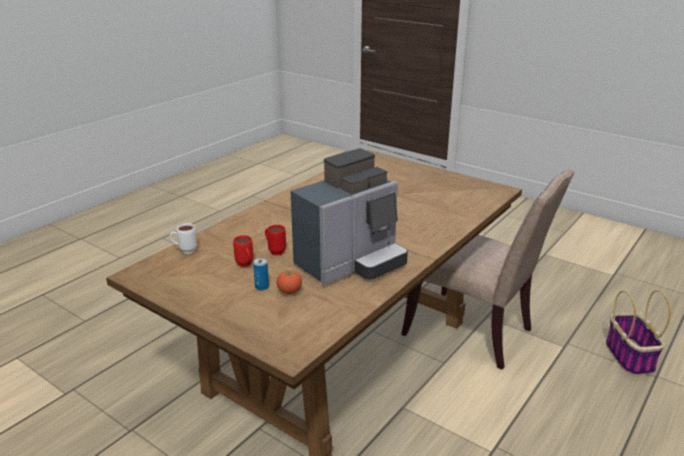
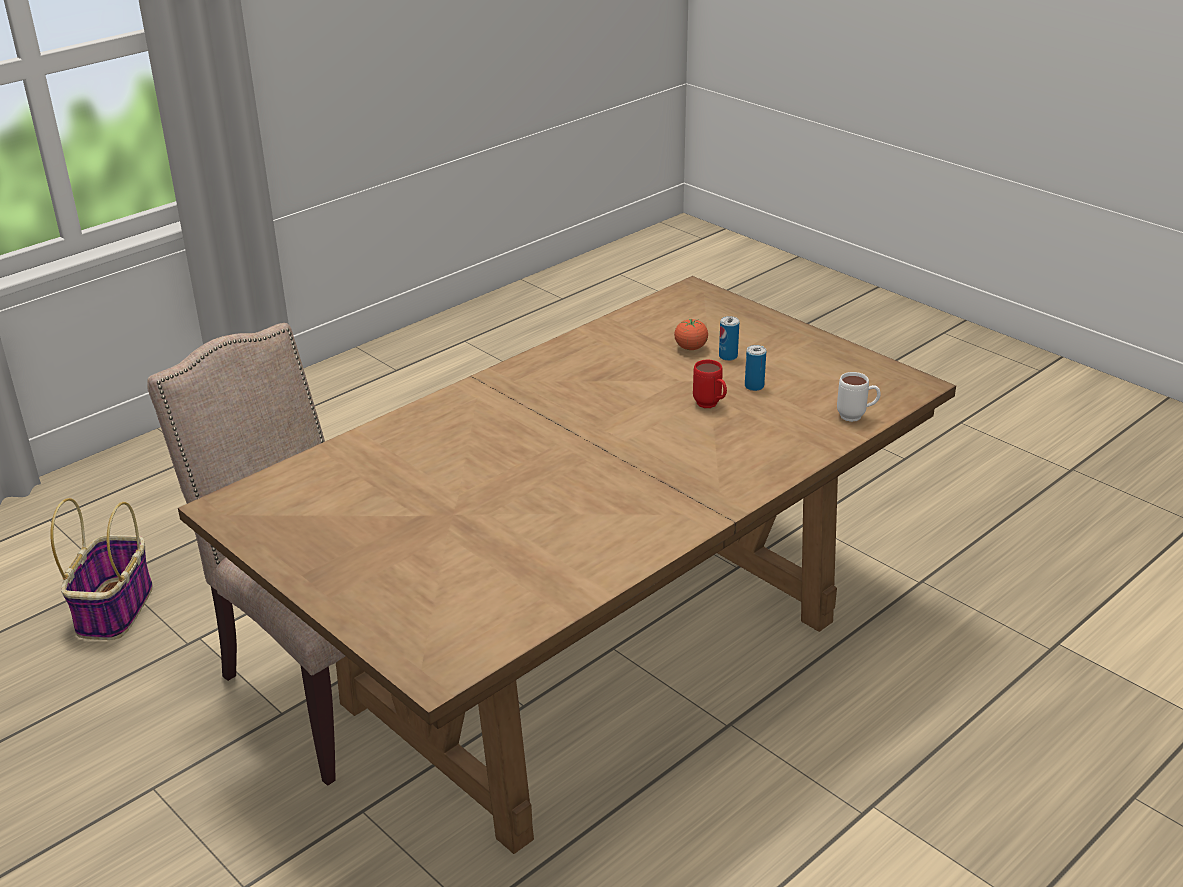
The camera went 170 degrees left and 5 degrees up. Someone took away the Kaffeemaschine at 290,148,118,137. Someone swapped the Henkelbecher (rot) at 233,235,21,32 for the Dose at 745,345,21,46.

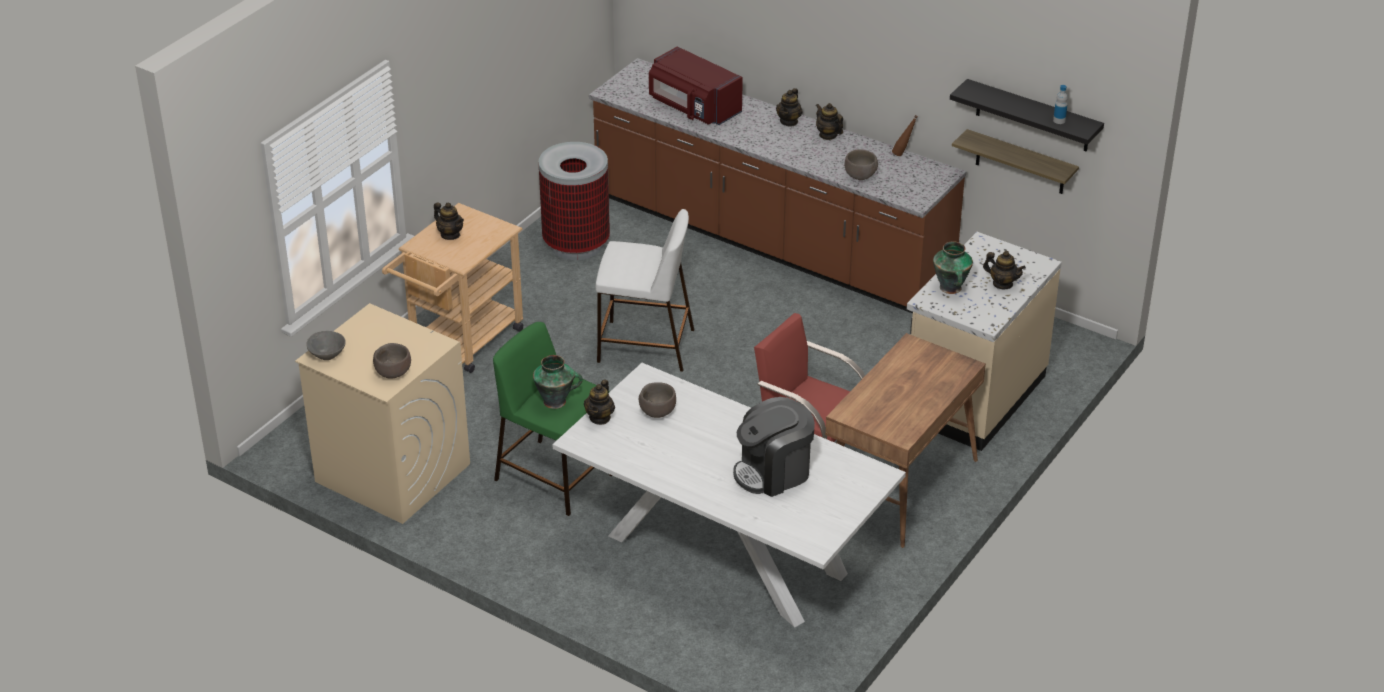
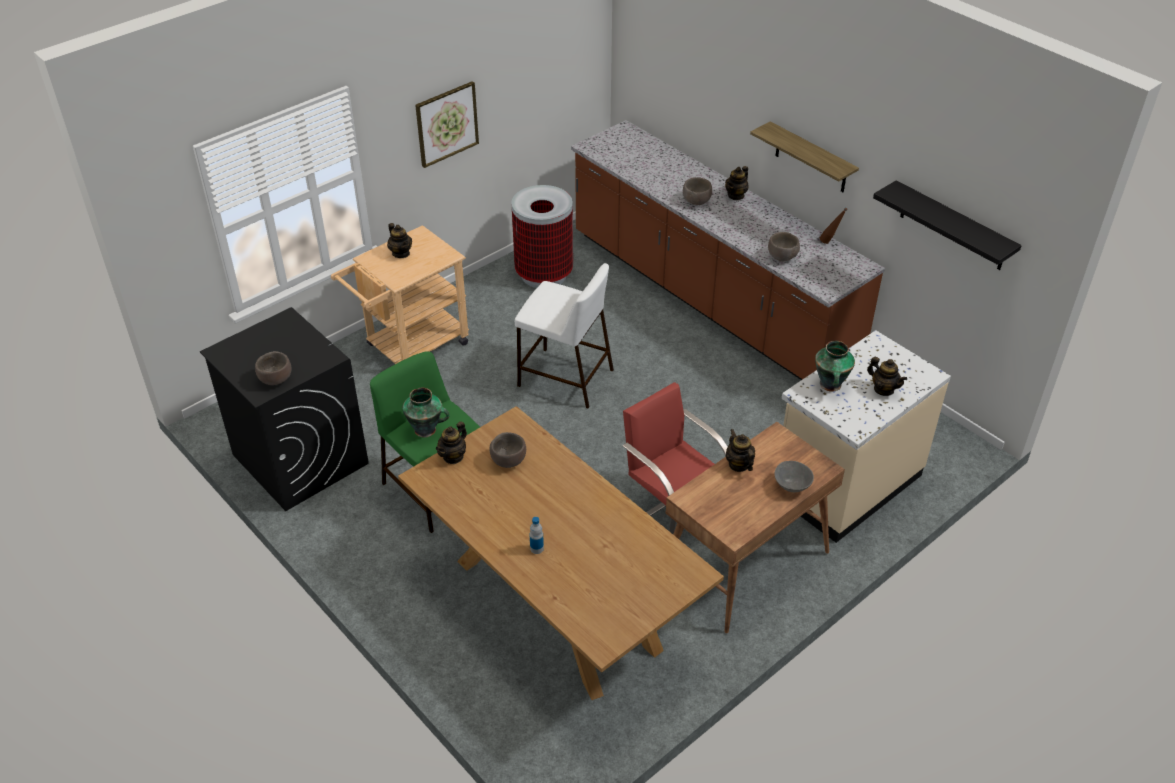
The camera went 15 degrees right and 5 degrees up. Someone took away the Mikrowelle (rot) at 649,46,94,79. Someone took away the Kaffeemaschine at 733,397,82,100. Someone put up the Bild at 415,81,64,87. Someone put down the Schüssel (braun) at 683,177,29,28. Someone carried the Schüssel (grau) from 306,331,40,29 to 775,461,39,31. Someone carried the Teekanne from 816,103,27,37 to 726,429,29,43. Someone carried the Wandregal from 952,129,127,65 to 750,121,109,71. Someone carried the Flasche from 1053,85,15,39 to 529,517,15,37. Someone repainted the Waschmaschine (beige) at 295,303,175,221, which became the Waschmaschine (schwarz) at 200,307,169,204. Someone repainted the Esstisch (weiß) at 553,363,353,264, which became the Esstisch (braun) at 398,406,326,294.

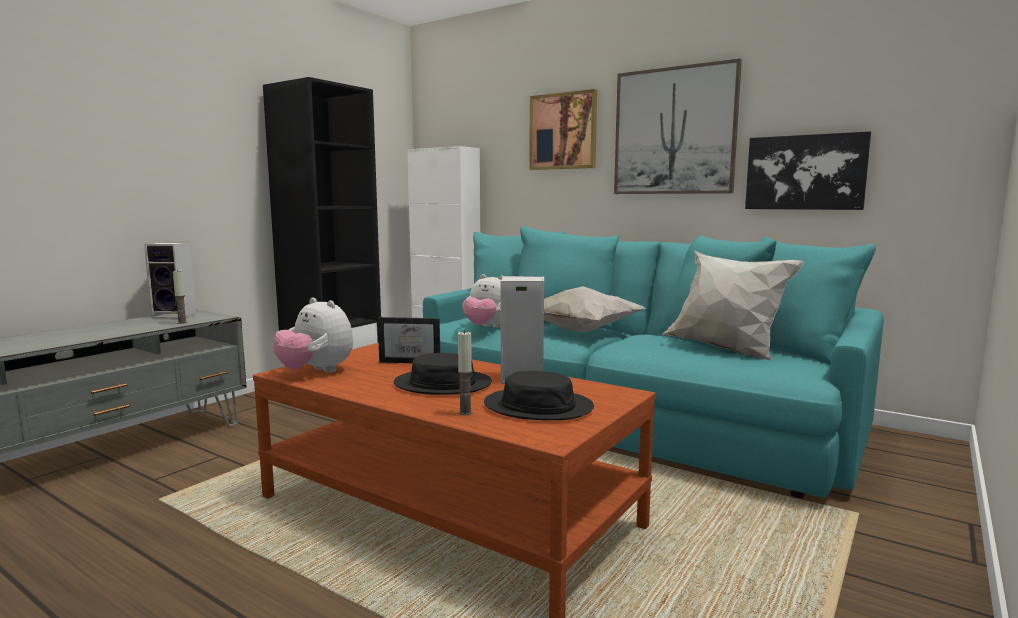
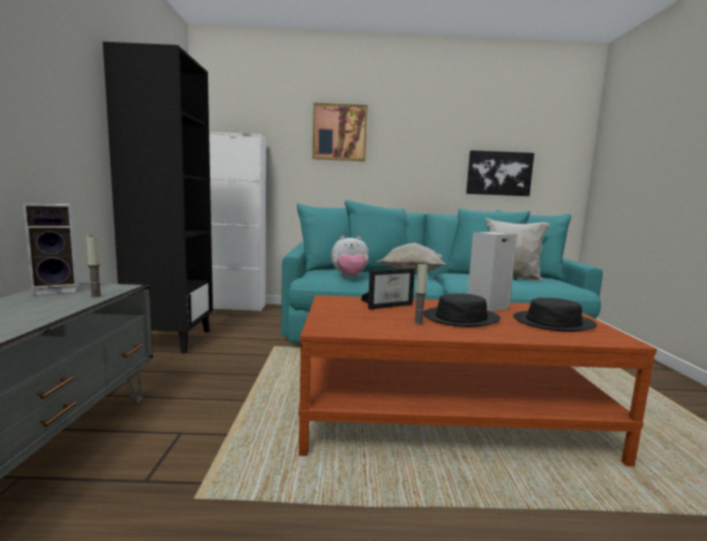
The camera went 35 degrees left and 0 degrees up. Someone took away the Plüschtier at 273,298,80,74. Someone took away the Bild at 614,58,128,136. Someone carried the Kerze from 458,331,15,84 to 413,264,15,61.

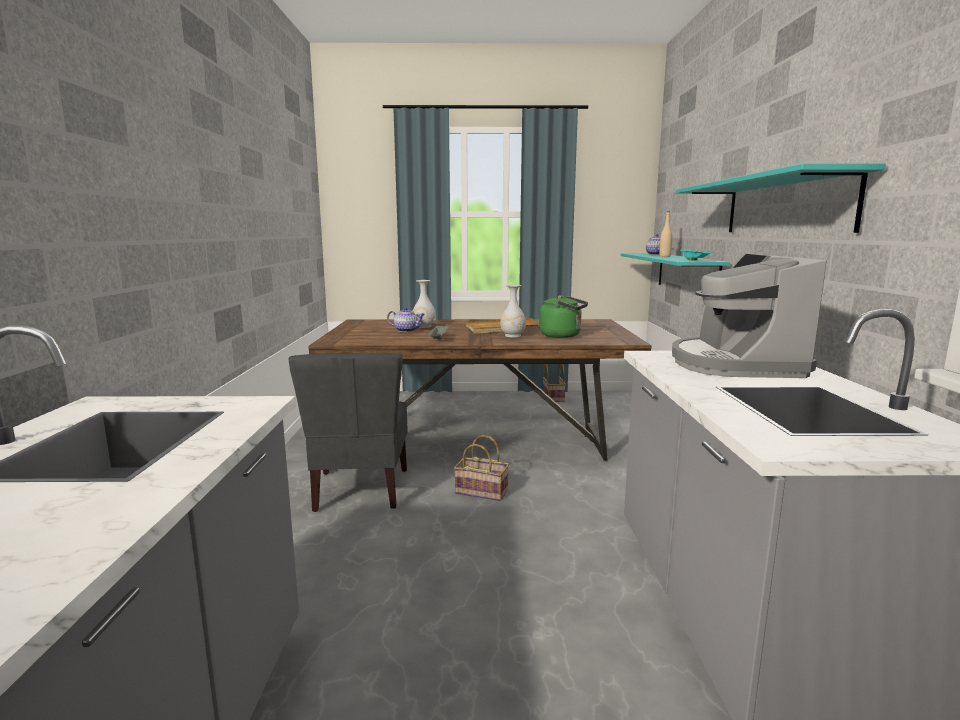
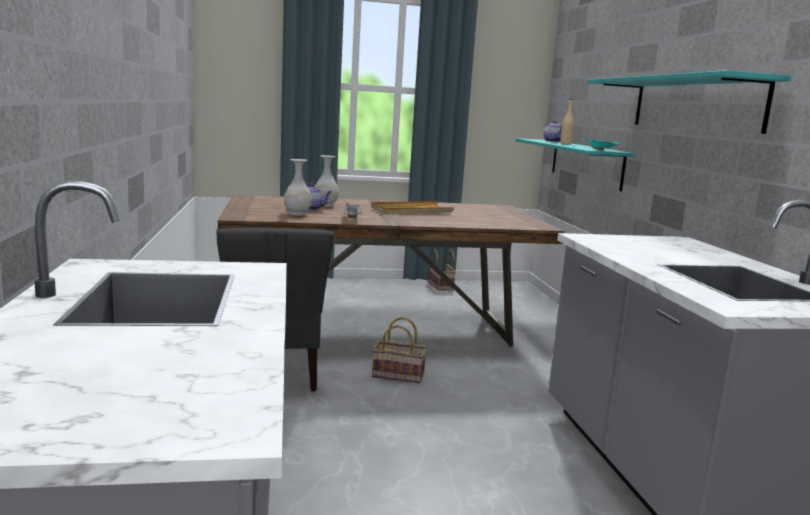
The camera went 10 degrees left and 0 degrees up. Someone took away the Wasserkessel (grün) at 539,295,49,43. Someone took away the Kaffeemaschine at 672,254,154,124. Someone carried the Vase (weiß) from 500,285,26,53 to 284,159,28,56.

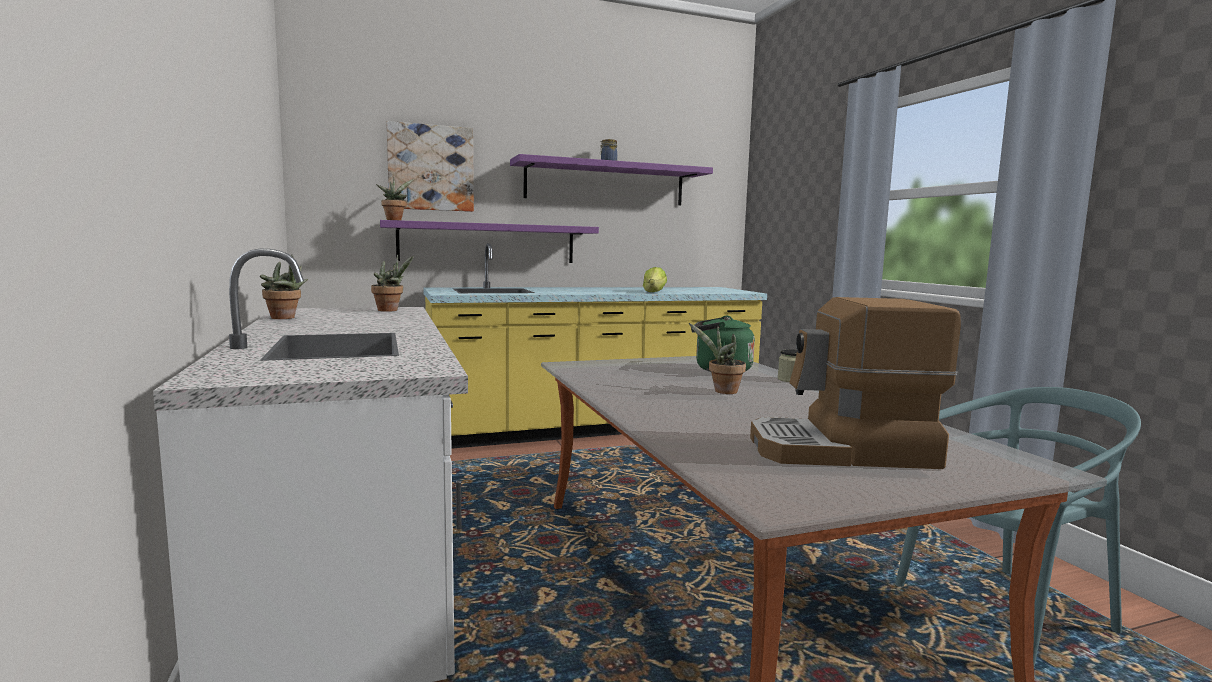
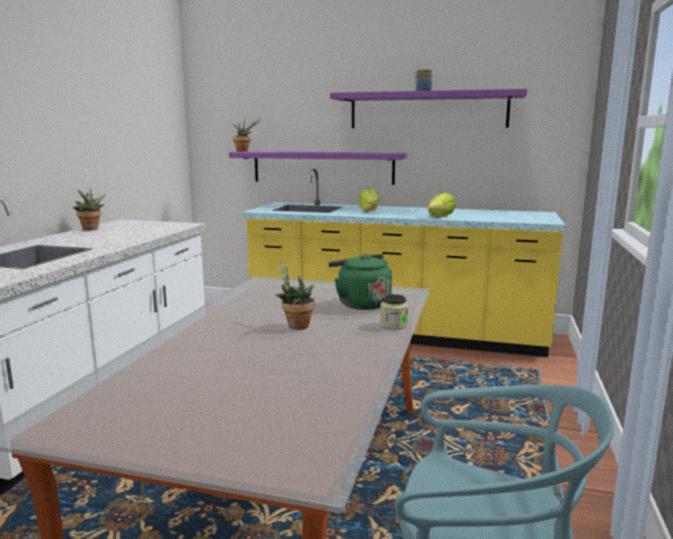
The camera went 35 degrees right and 5 degrees up. Someone took away the Topfpflanze at 371,254,43,58. Someone took away the Bild at 386,121,88,91. Someone took away the Kaffeemaschine at 750,297,211,172. Someone put down the Salatkopf at 359,188,21,23.

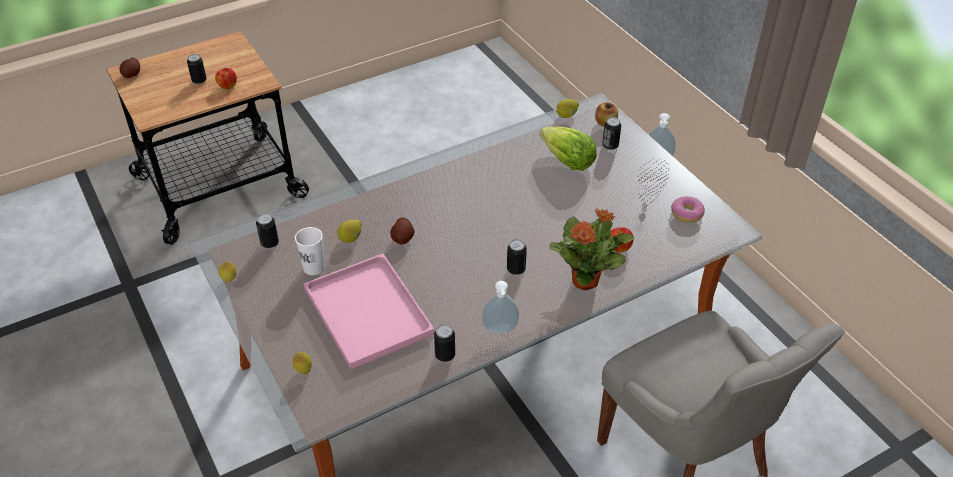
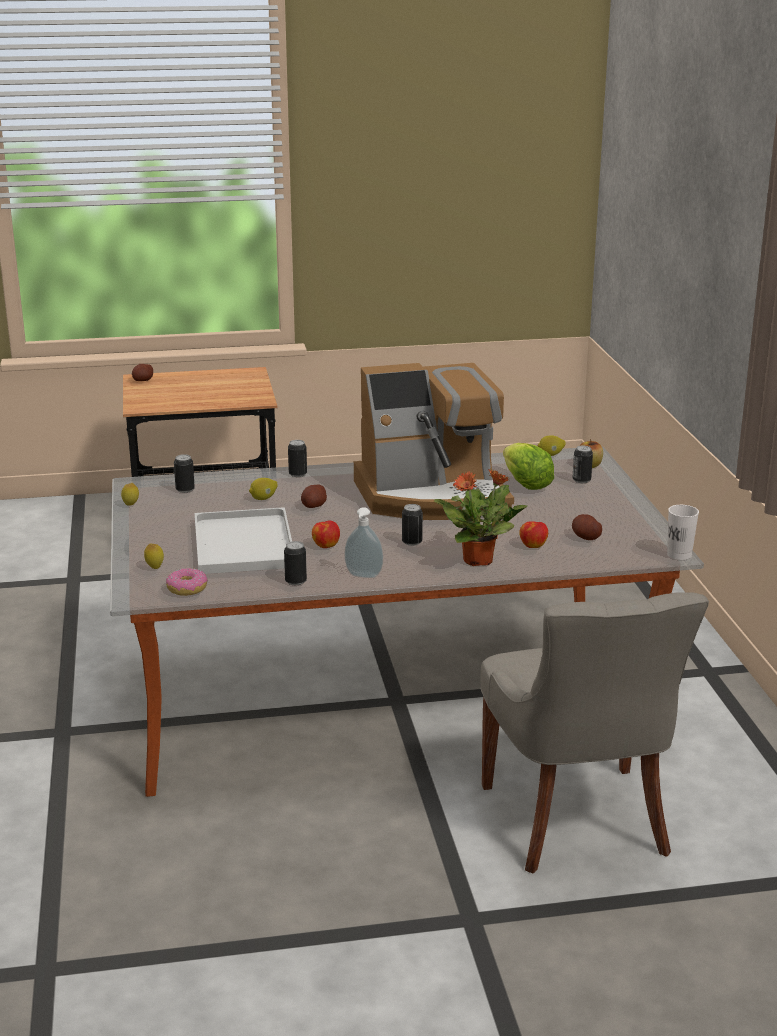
The camera went 20 degrees right and 20 degrees down. Someone took away the Seifenspender at 643,113,33,50. Someone put down the Kaffeemaschine at 354,363,160,157. Someone put down the Kartoffel at 572,514,30,26. Someone carried the Dose from 187,54,20,30 to 288,440,19,37. Someone carried the Apfel from 215,68,22,21 to 312,520,28,28. Someone carried the Tasse (weiß) from 295,227,30,48 to 667,505,32,55. Someone carried the Donut from 671,196,34,27 to 166,568,42,28. Someone repainted the Tablett (rosa) at 304,254,130,115, which became the Tablett (weiß) at 195,507,97,67.

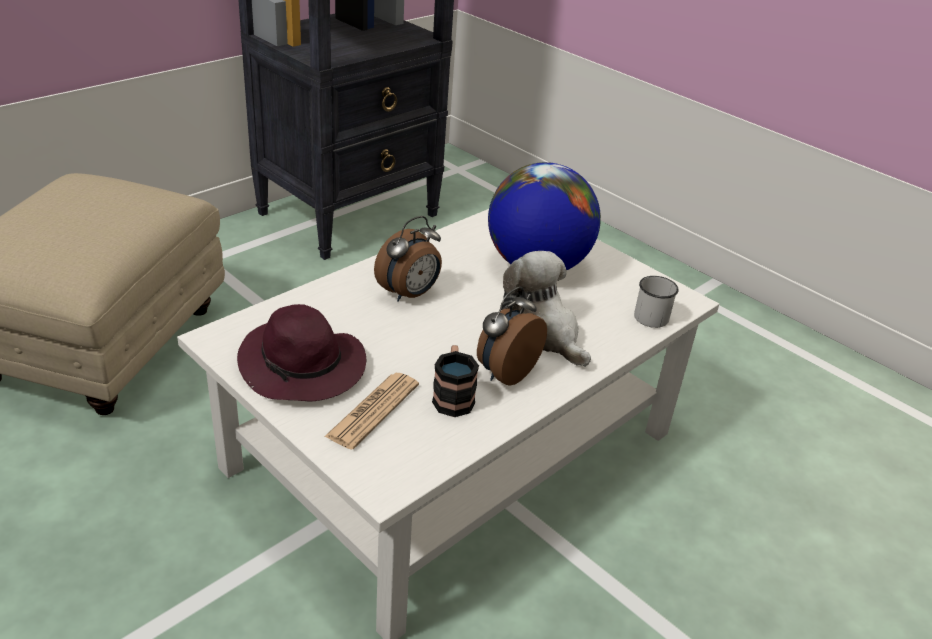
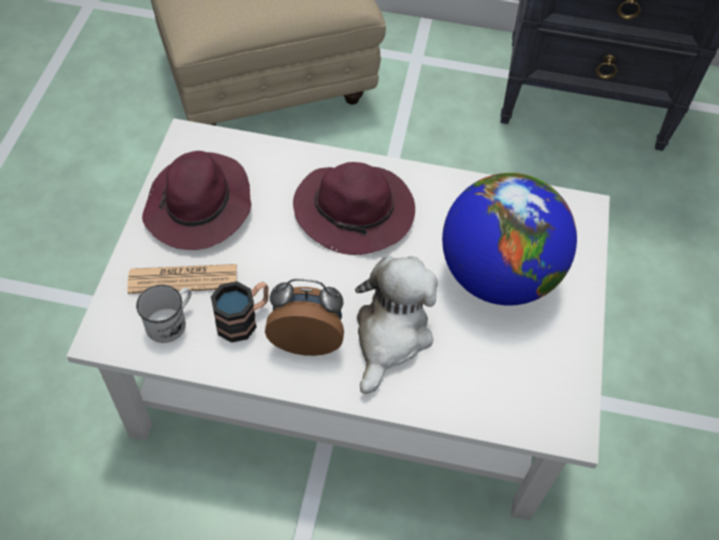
The camera went 55 degrees right and 20 degrees up. Someone carried the Henkelbecher (weiß) from 634,276,45,52 to 136,285,56,58. Someone swapped the Wecker at 374,216,68,86 for the Hut (lila) at 293,162,122,93.

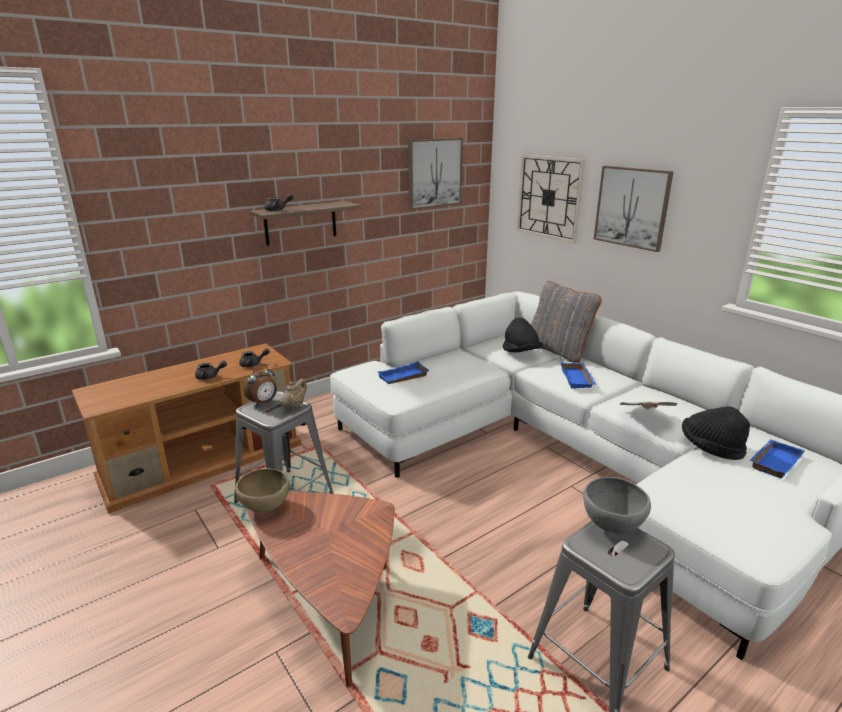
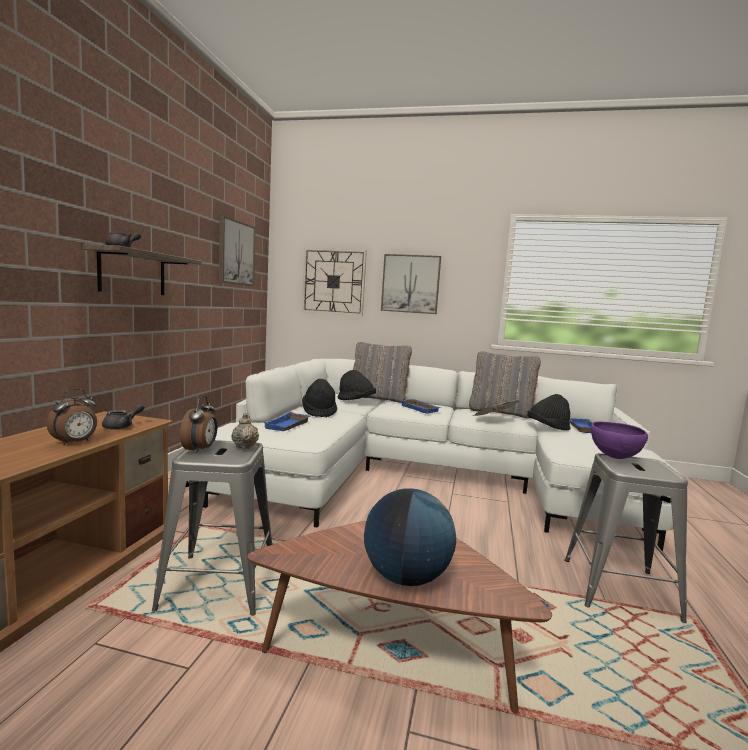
The camera went 40 degrees left and 15 degrees down. Someone took away the Schüssel (braun) at 235,468,55,45. Someone put down the Hut (schwarz) at 302,379,35,39. Someone put down the Globus at 364,488,92,98. Someone put down the Kissen (grau) at 469,351,72,67. Someone swapped the Teekanne (grau) at 195,361,32,19 for the Wecker at 46,388,51,57. Someone repainted the Schüssel (grau) at 583,477,68,57, which became the Schüssel (lila) at 591,422,57,37.

